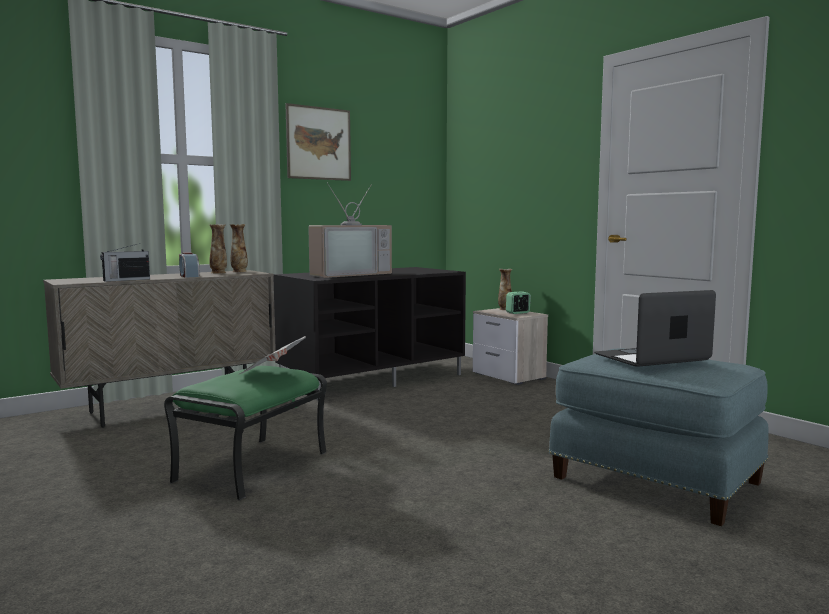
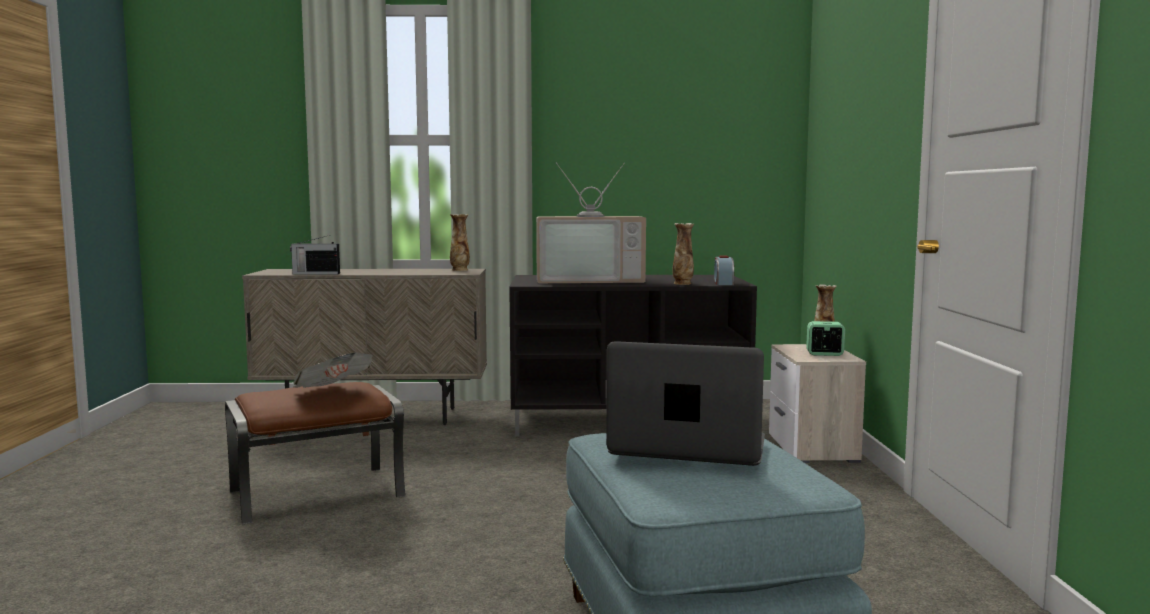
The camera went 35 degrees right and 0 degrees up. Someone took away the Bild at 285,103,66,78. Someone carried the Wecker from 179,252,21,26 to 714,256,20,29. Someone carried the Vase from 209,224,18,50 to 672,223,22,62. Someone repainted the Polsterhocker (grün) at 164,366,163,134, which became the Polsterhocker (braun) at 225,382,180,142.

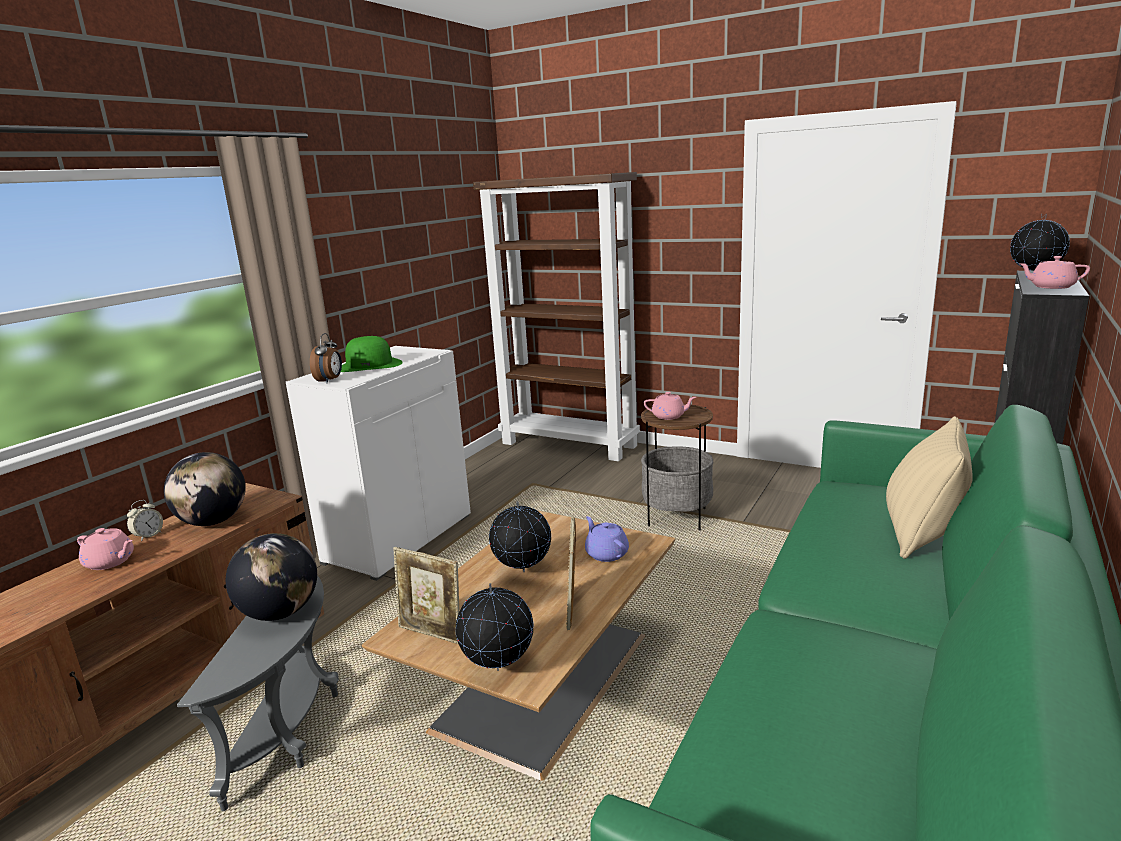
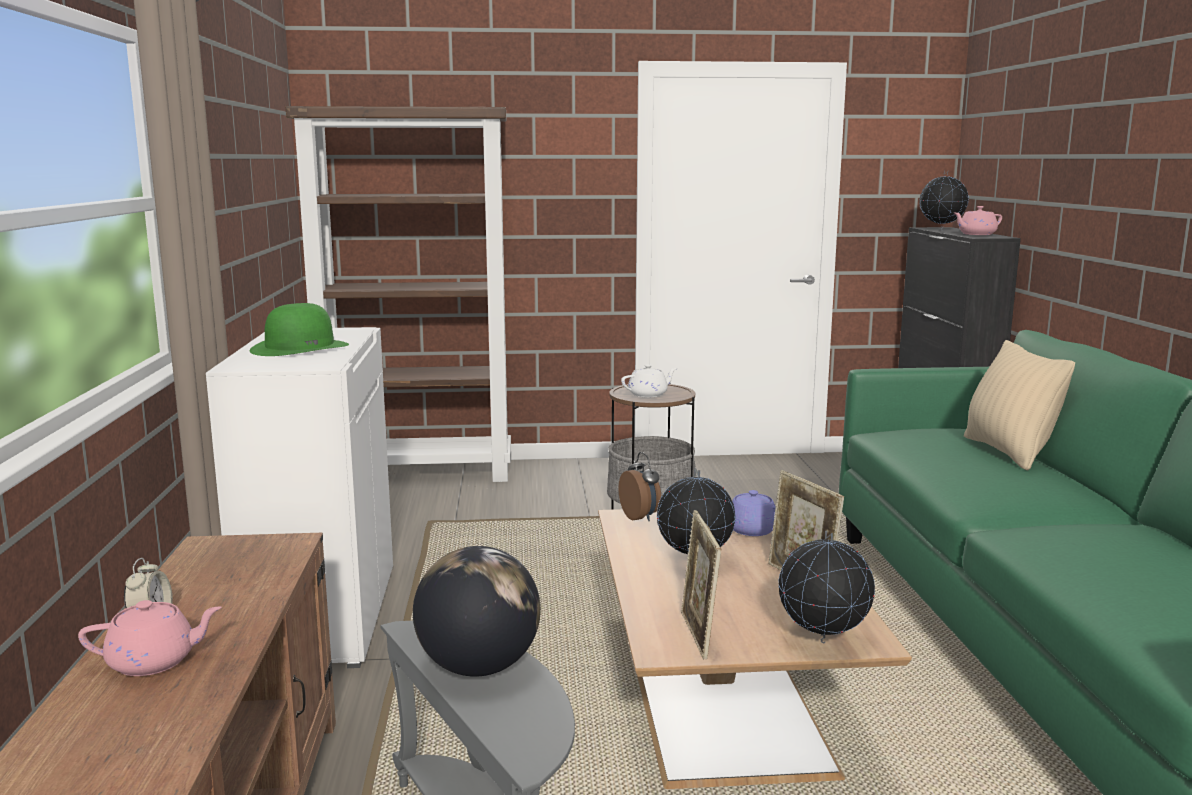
The camera went 35 degrees left and 5 degrees down. Someone took away the Globus at 164,452,82,74. Someone carried the Wecker from 310,333,32,50 to 618,452,43,69. Someone repainted the Teekanne (rosa) at 644,392,52,28, which became the Teekanne (weiß) at 621,364,56,34. Someone rotated the Bilderrahmen at 393,547,66,97 by 90 degrees clockwise.

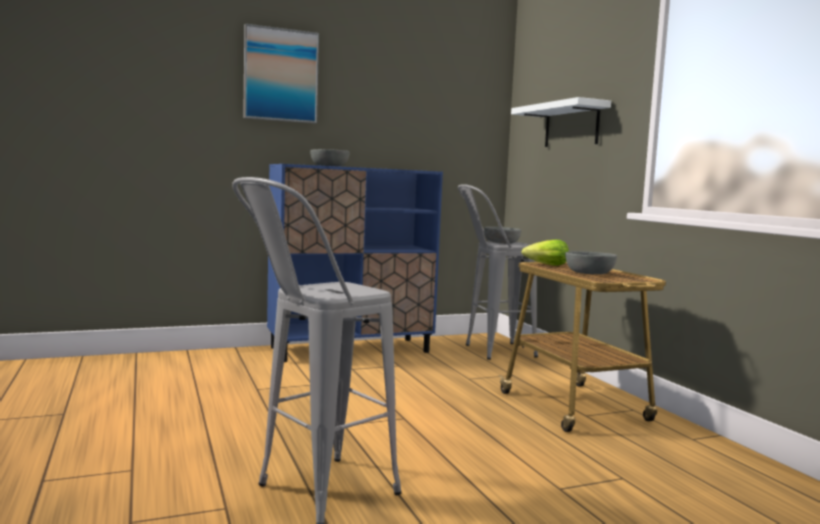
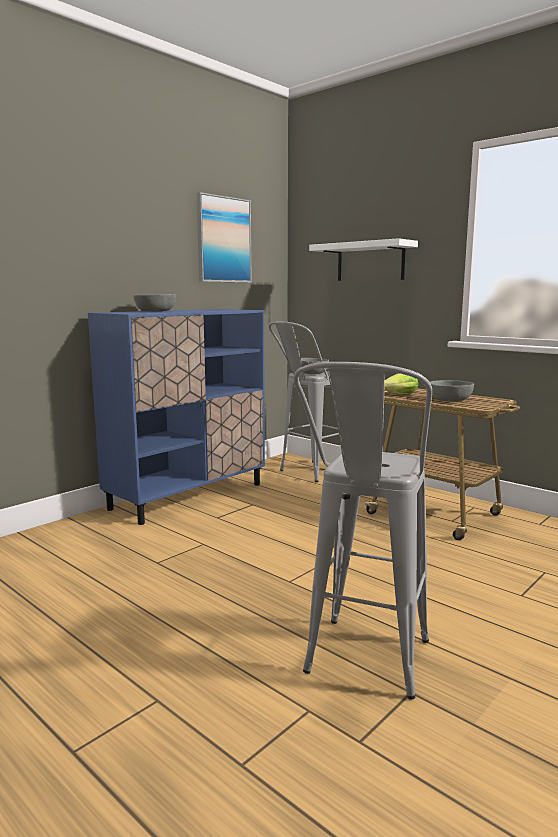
The camera went 25 degrees left and 5 degrees up. Someone carried the Bild from 243,24,76,99 to 197,192,55,91.

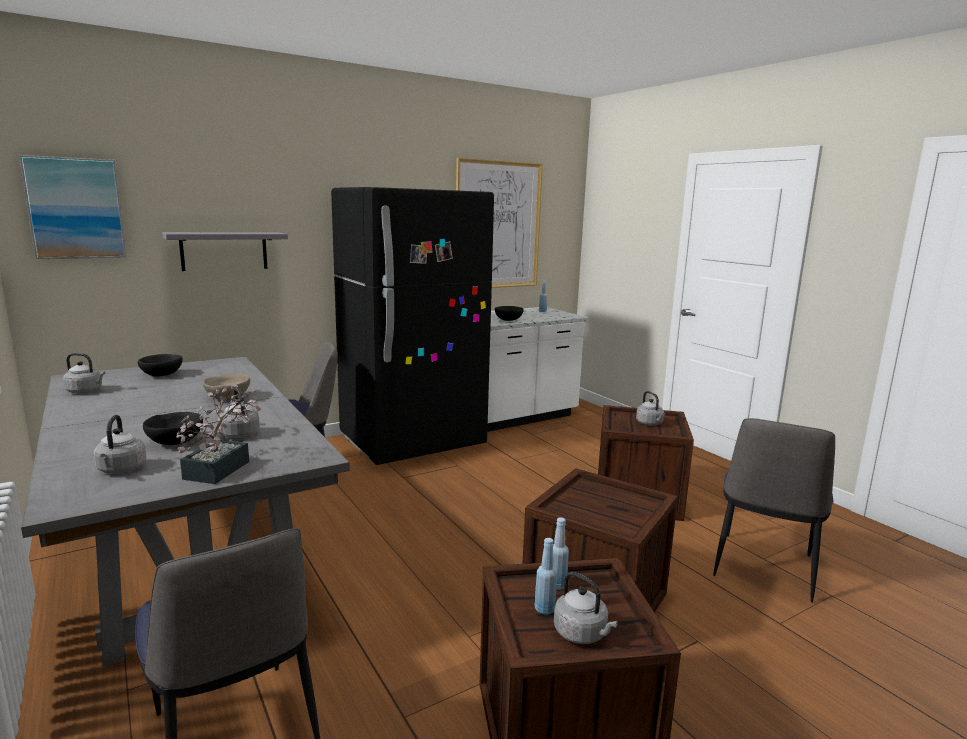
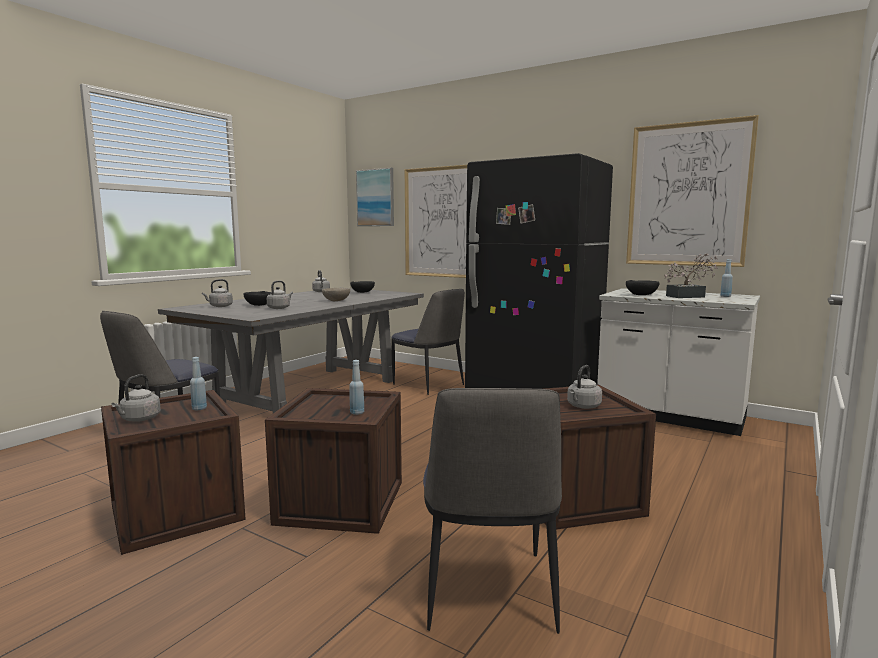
The camera went 65 degrees right and 5 degrees down. Someone carried the Topfpflanze from 176,384,85,100 to 664,253,54,45. Someone carried the Flasche (blau) from 535,538,22,77 to 349,360,15,55. Someone swapped the Wandregal (grau) at 162,232,126,39 for the Bild at 405,165,62,113. Someone rotated the Stuhl at 713,418,122,185 by 90 degrees counterclockwise.

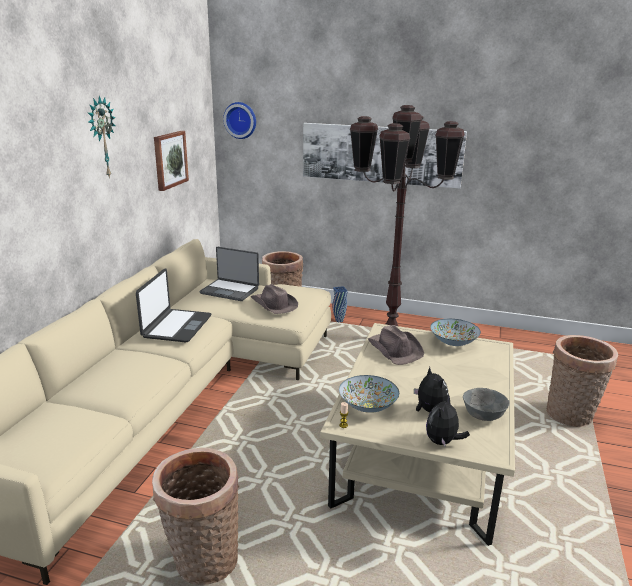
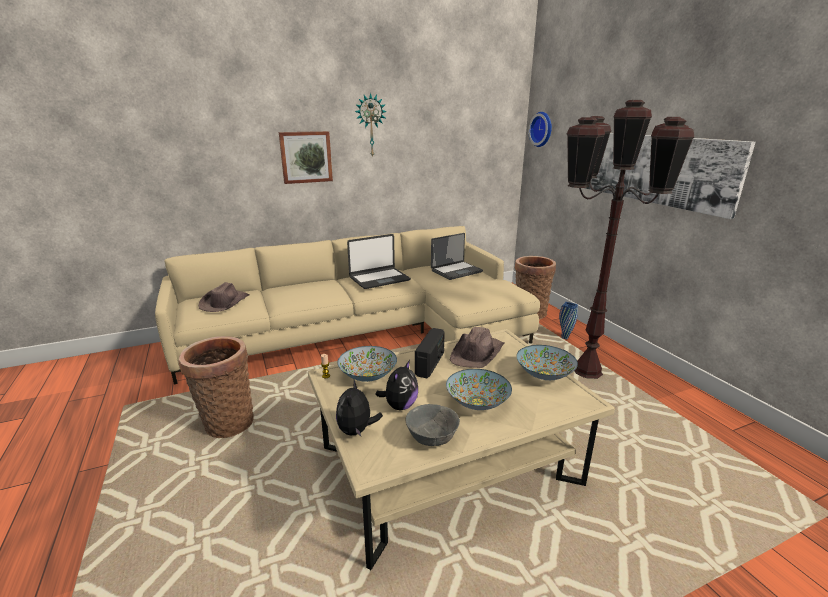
The camera went 50 degrees right and 0 degrees up. Someone took away the Korb at 546,335,72,92. Someone put down the Radio at 415,328,30,50. Someone put down the Schüssel at 446,369,66,41. Someone carried the Bild from 154,131,35,60 to 279,131,54,53. Someone carried the Hut (braun) from 251,284,47,30 to 198,282,51,30. Someone rotated the Laptop at 199,247,60,54 by 105 degrees counterclockwise. Someone rotated the Plüschtier at 426,396,44,51 by 75 degrees counterclockwise.

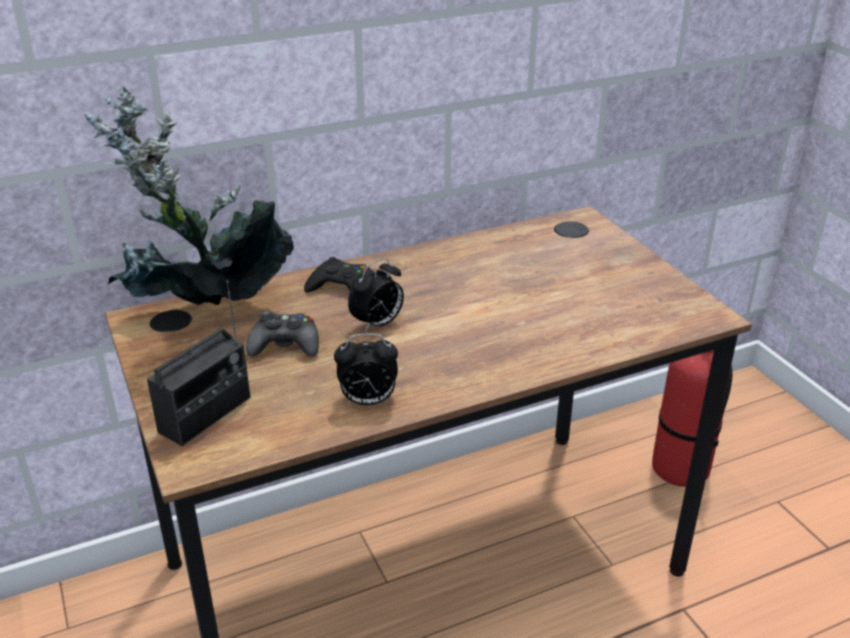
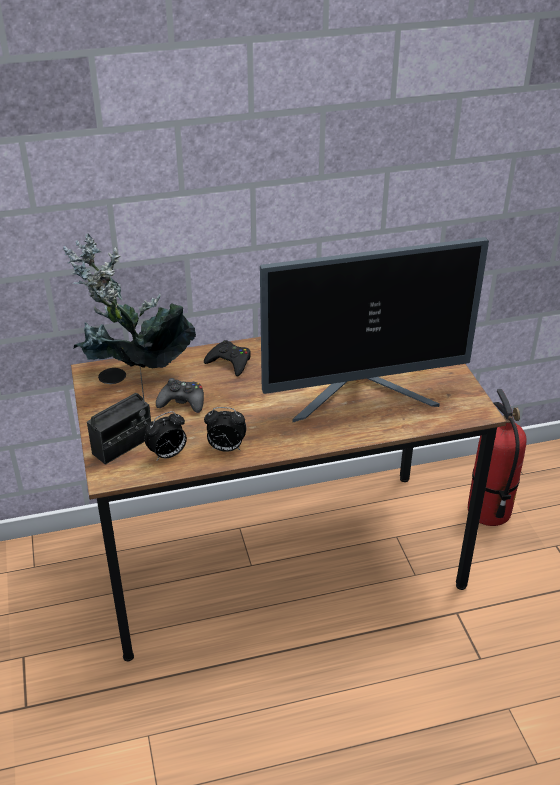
The camera went 10 degrees right and 5 degrees up. Someone put down the Monitor at 260,237,229,185. Someone carried the Wecker from 348,258,56,74 to 144,411,43,49.

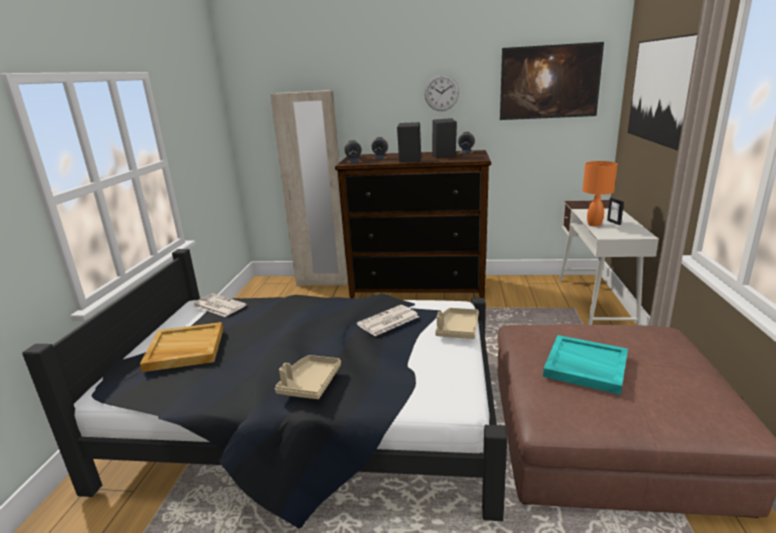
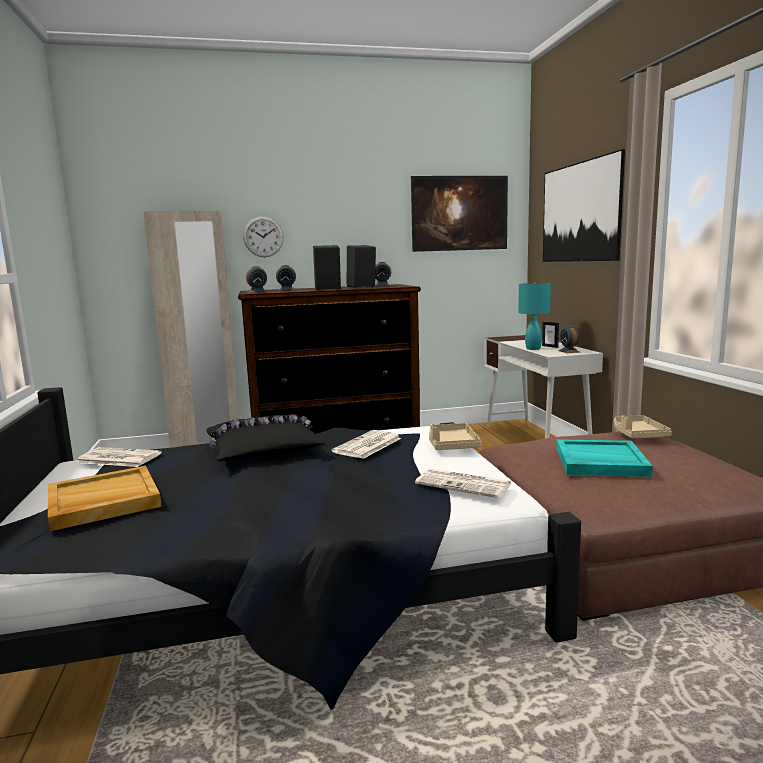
The camera went 20 degrees left and 10 degrees down. Someone put down the Kissen (schwarz) at 206,415,119,45. Someone put down the Zeitung at 415,468,97,30. Someone put down the Wecker at 558,326,21,27. Someone carried the Tablett (beige) from 275,355,66,44 to 614,415,58,23. Someone carried the Wanduhr from 424,75,35,36 to 243,216,41,41. Someone repainted the Tischlampe (orange) at 582,161,36,65, which became the Tischlampe (türkis) at 518,283,33,67.

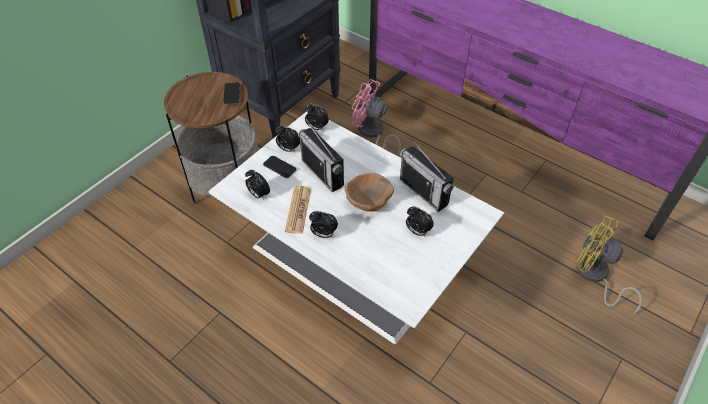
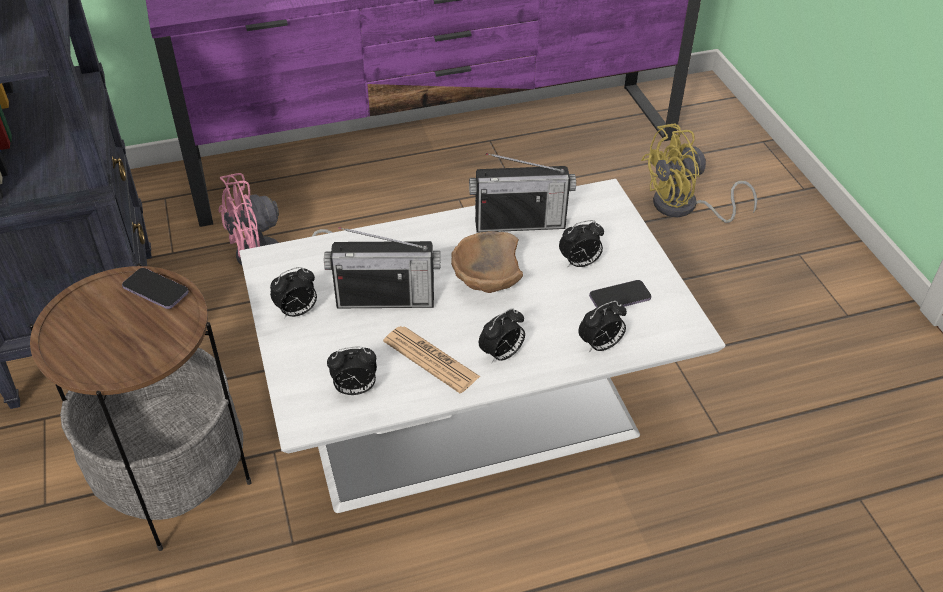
The camera went 55 degrees left and 5 degrees down. Someone carried the Handy from 263,156,33,22 to 589,280,62,28. Someone carried the Wecker from 304,104,25,26 to 578,301,49,51.

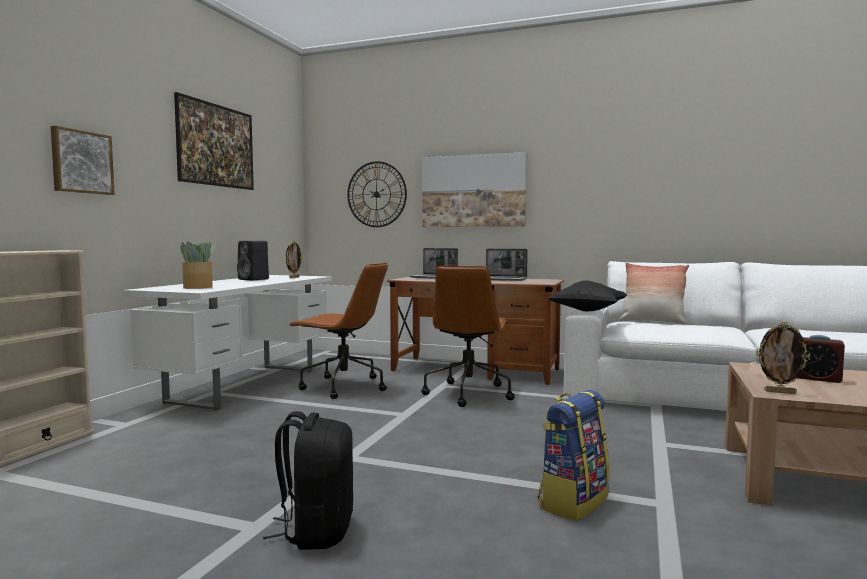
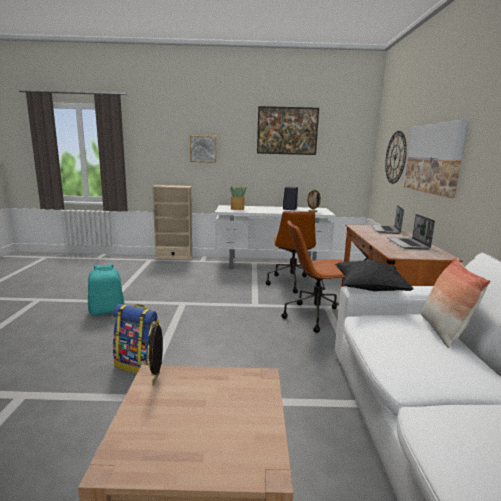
The camera went 70 degrees right and 10 degrees up. Someone took away the Wecker at 797,335,48,48. Someone repainted the Rucksack (schwarz) at 263,411,90,139, which became the Rucksack (türkis) at 88,264,37,51.

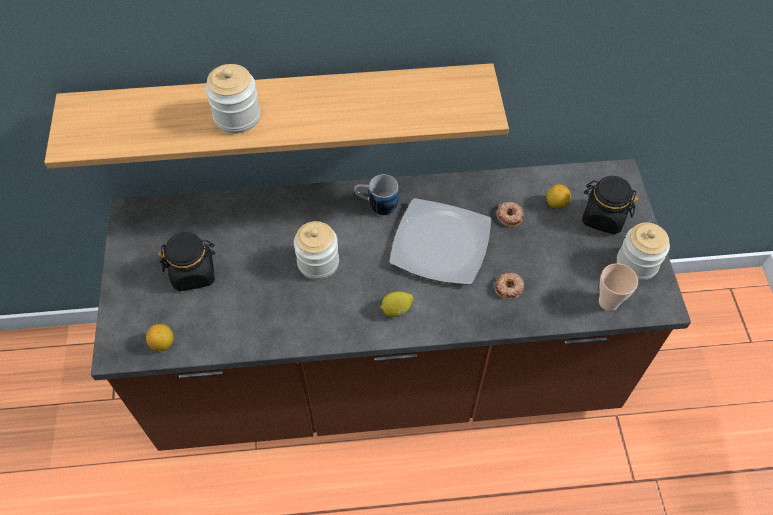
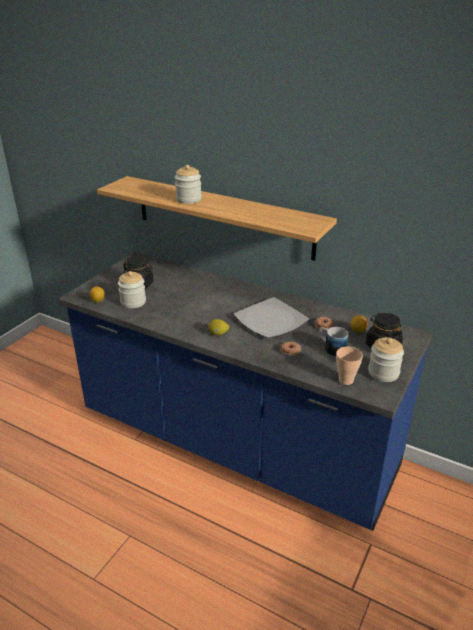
The camera went 35 degrees right and 25 degrees down. Someone carried the Vorratsglas from 294,221,45,59 to 118,271,28,37. Someone carried the Henkelbecher from 355,174,43,42 to 319,327,29,30. Someone repainted the Küchenzeile (braun) at 91,159,600,292, which became the Küchenzeile (blau) at 58,252,375,279.

